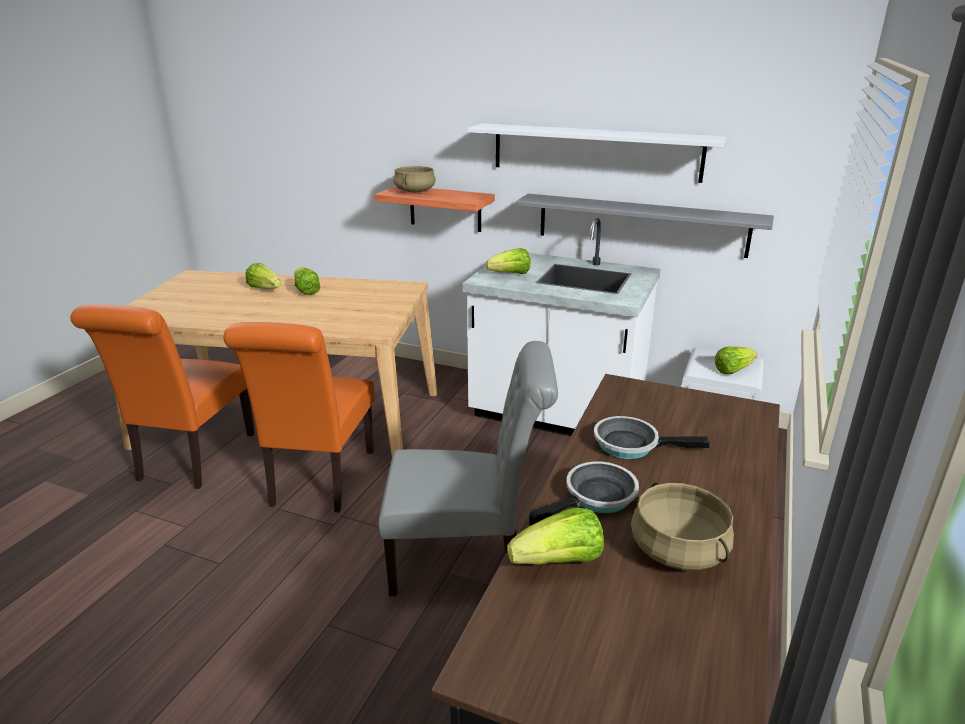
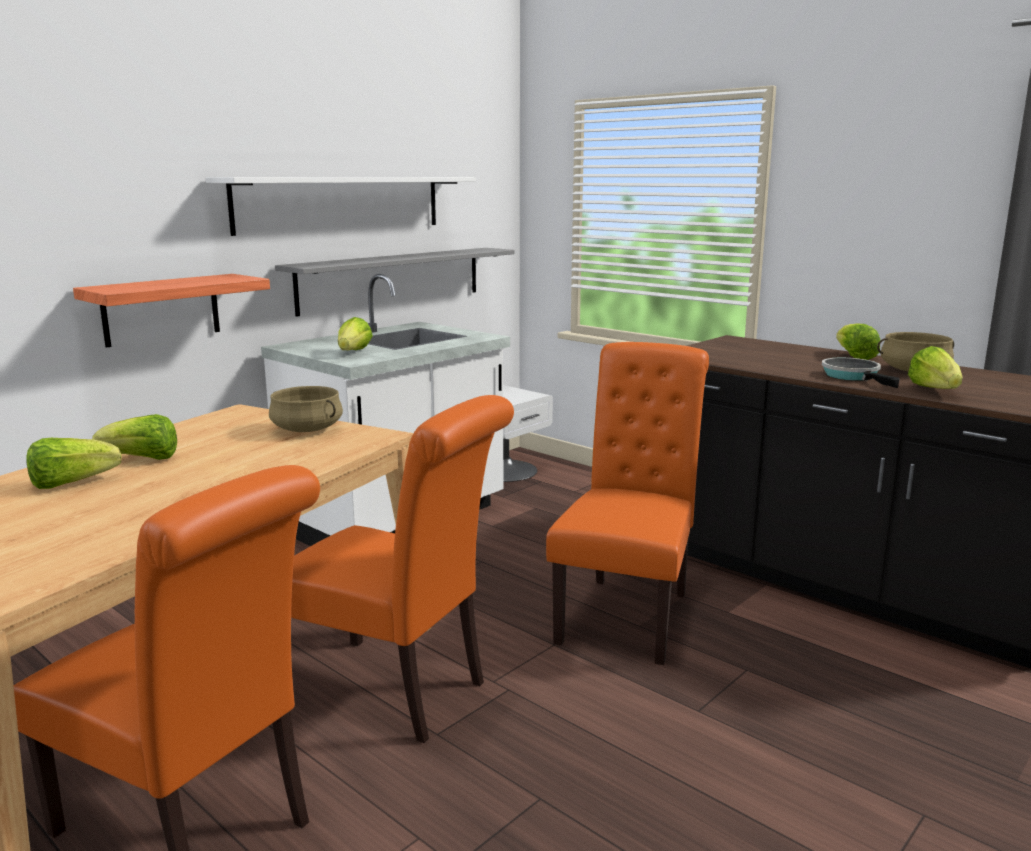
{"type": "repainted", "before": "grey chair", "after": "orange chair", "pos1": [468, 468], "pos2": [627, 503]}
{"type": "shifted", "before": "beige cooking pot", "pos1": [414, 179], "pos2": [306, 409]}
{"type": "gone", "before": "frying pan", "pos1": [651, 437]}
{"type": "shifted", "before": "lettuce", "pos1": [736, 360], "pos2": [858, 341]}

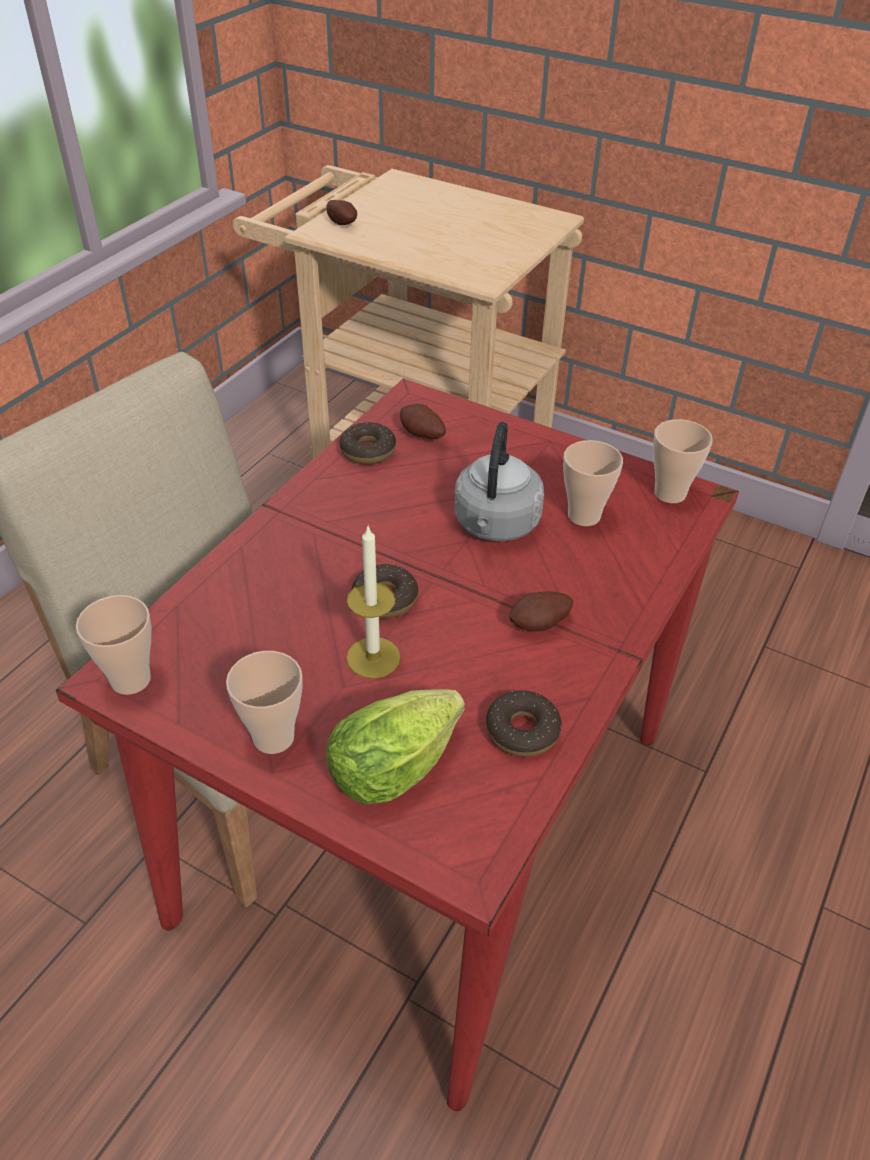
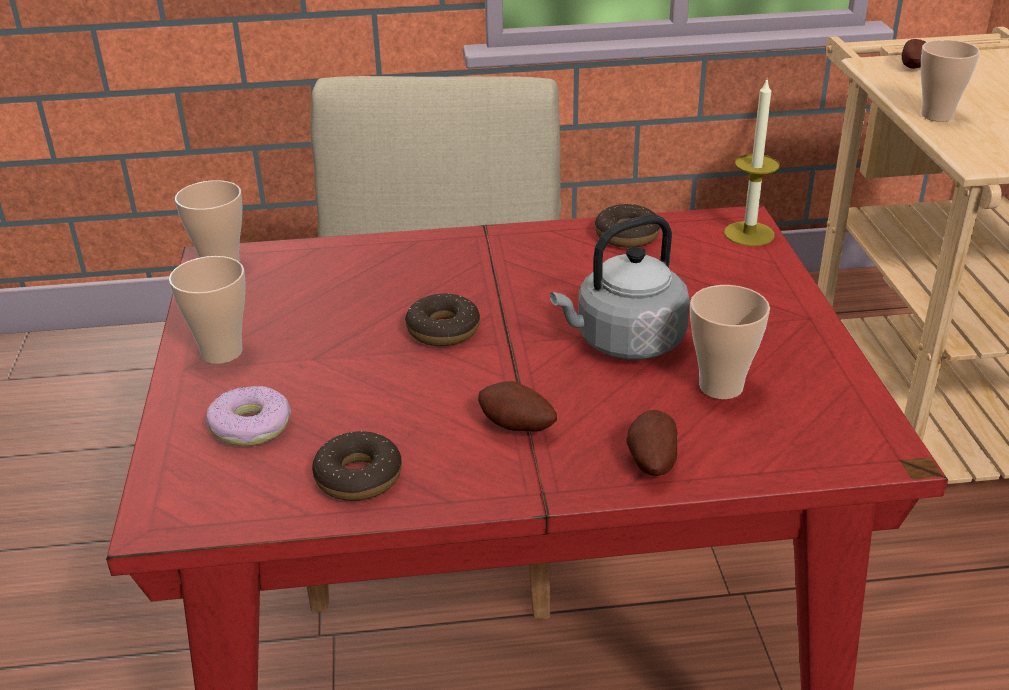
{"type": "swapped", "before": "lettuce", "after": "donut", "pos1": [395, 747], "pos2": [248, 416]}
{"type": "shifted", "before": "candle", "pos1": [373, 602], "pos2": [752, 161]}
{"type": "shifted", "before": "potato", "pos1": [423, 421], "pos2": [651, 443]}
{"type": "shifted", "before": "cup", "pos1": [683, 461], "pos2": [950, 81]}

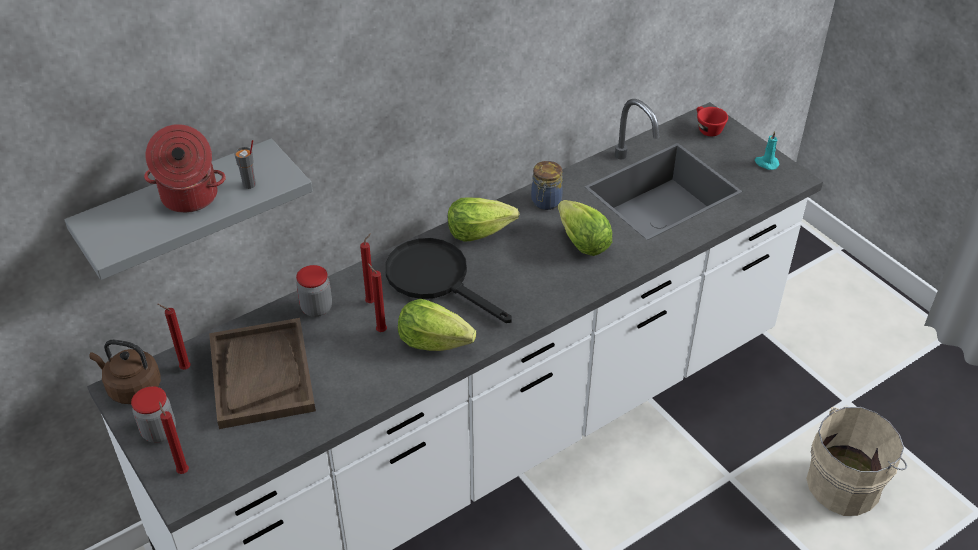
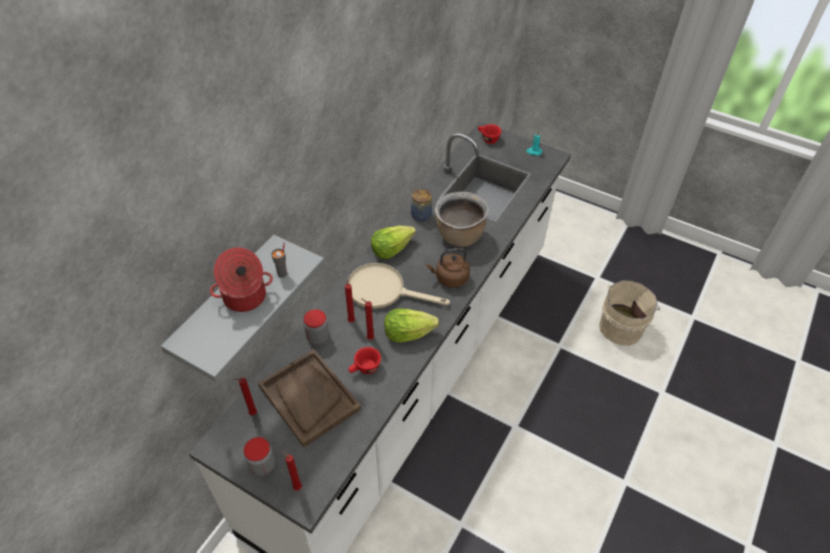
{"type": "shifted", "before": "brown kettle", "pos1": [125, 371], "pos2": [448, 268]}
{"type": "repainted", "before": "black frying pan", "after": "beige frying pan", "pos1": [448, 280], "pos2": [399, 286]}
{"type": "swapped", "before": "lettuce", "after": "brown cooking pot", "pos1": [585, 228], "pos2": [462, 219]}
{"type": "new", "after": "red cup", "pos2": [364, 360]}

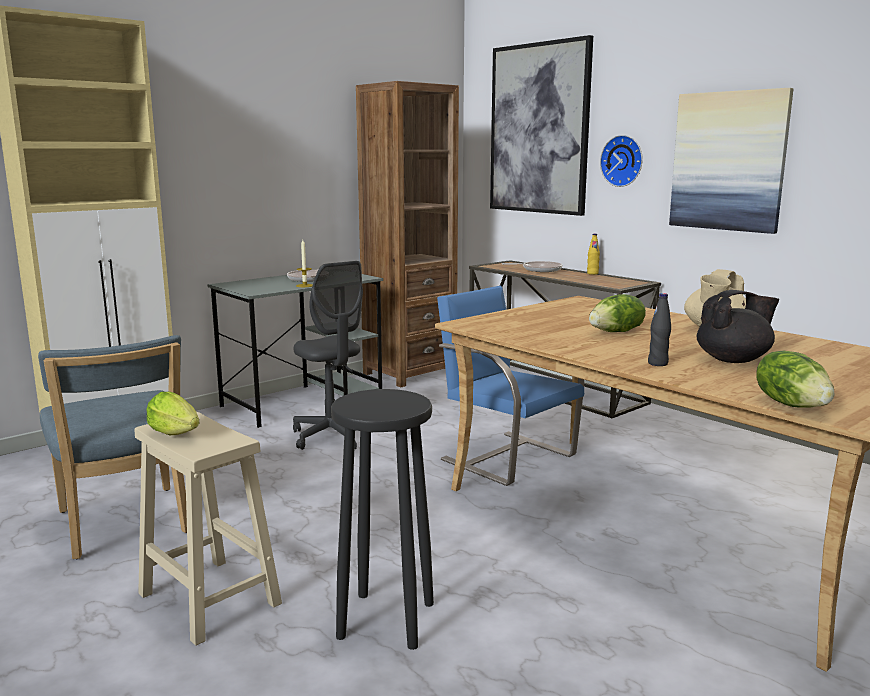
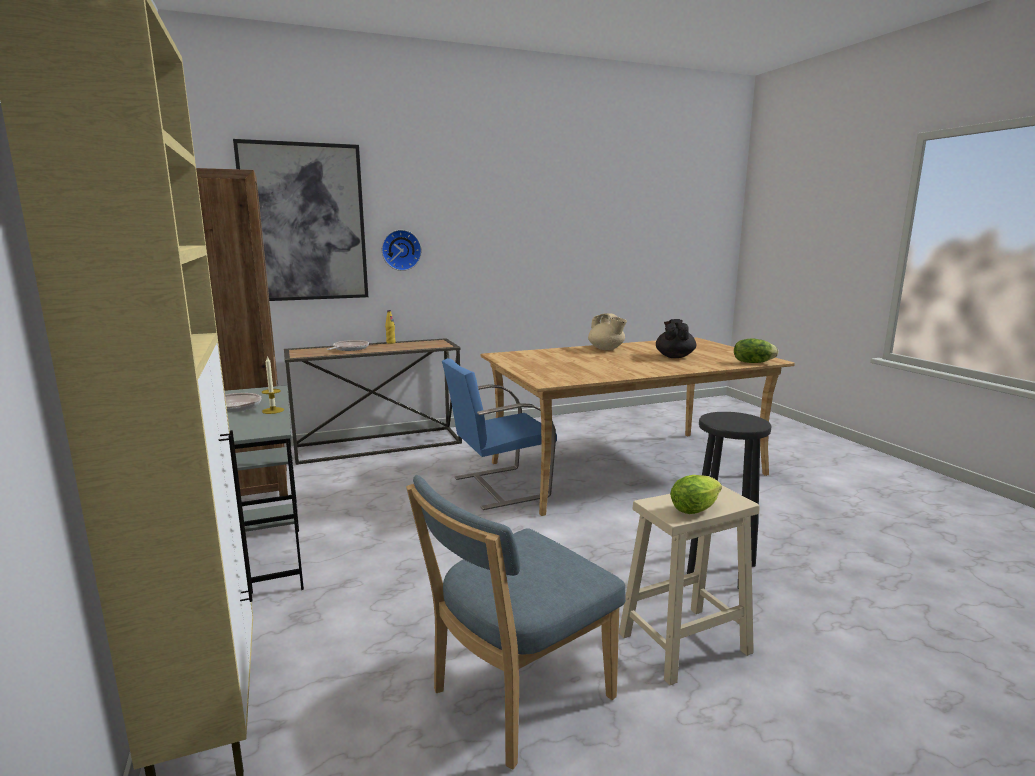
{"type": "rotated", "before": "blue chair", "pos1": [112, 447], "pos2": [516, 622], "turn": 150}
{"type": "gone", "before": "grey office chair", "pos1": [333, 355]}
{"type": "gone", "before": "lettuce", "pos1": [617, 313]}
{"type": "gone", "before": "black bottle", "pos1": [659, 329]}
{"type": "gone", "before": "picture", "pos1": [731, 161]}

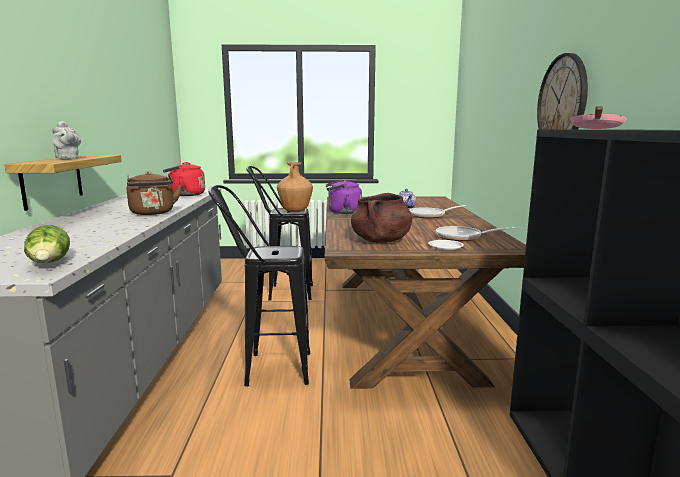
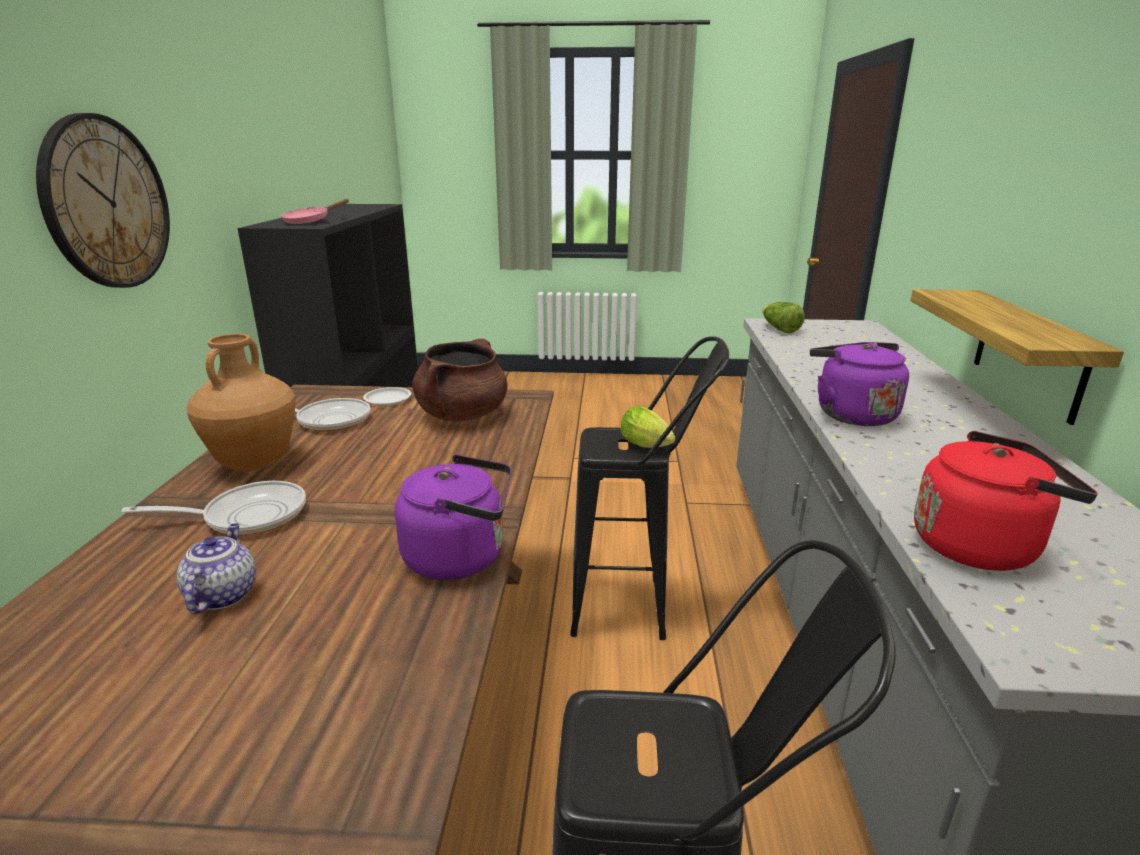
{"type": "gone", "before": "grey teapot", "pos1": [66, 140]}
{"type": "repainted", "before": "brown kettle", "after": "purple kettle", "pos1": [154, 193], "pos2": [859, 384]}
{"type": "shifted", "before": "brown vase", "pos1": [295, 187], "pos2": [241, 402]}
{"type": "new", "after": "lettuce", "pos2": [647, 427]}

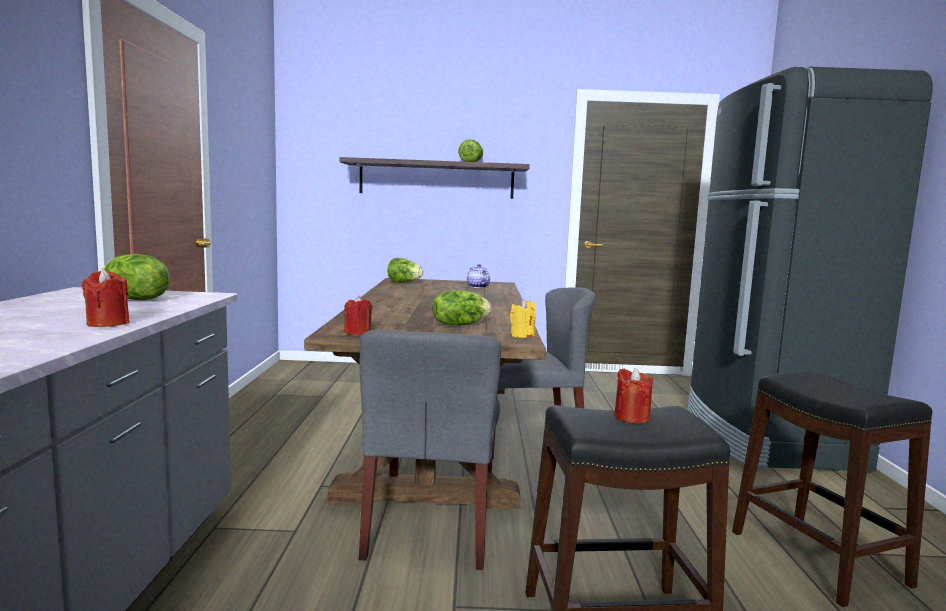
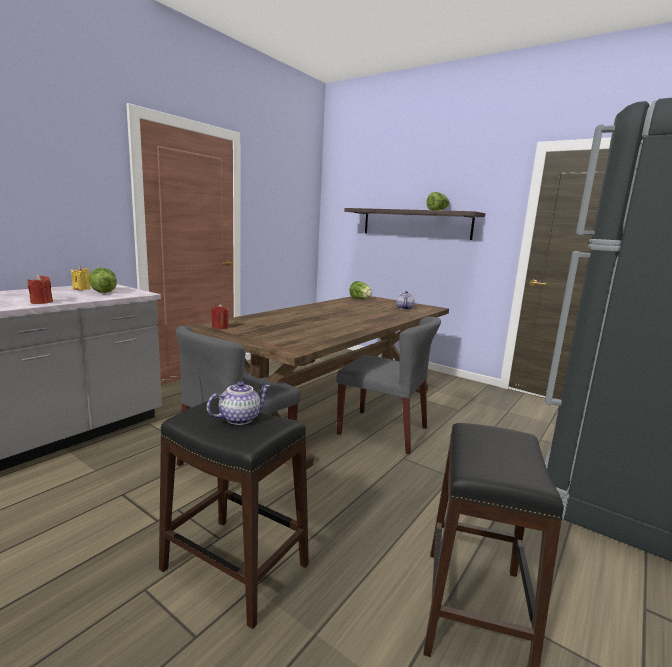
{"type": "gone", "before": "lettuce", "pos1": [462, 307]}
{"type": "shifted", "before": "yellow candle", "pos1": [523, 318], "pos2": [81, 278]}
{"type": "swapped", "before": "red candle", "after": "teapot", "pos1": [633, 396], "pos2": [238, 403]}

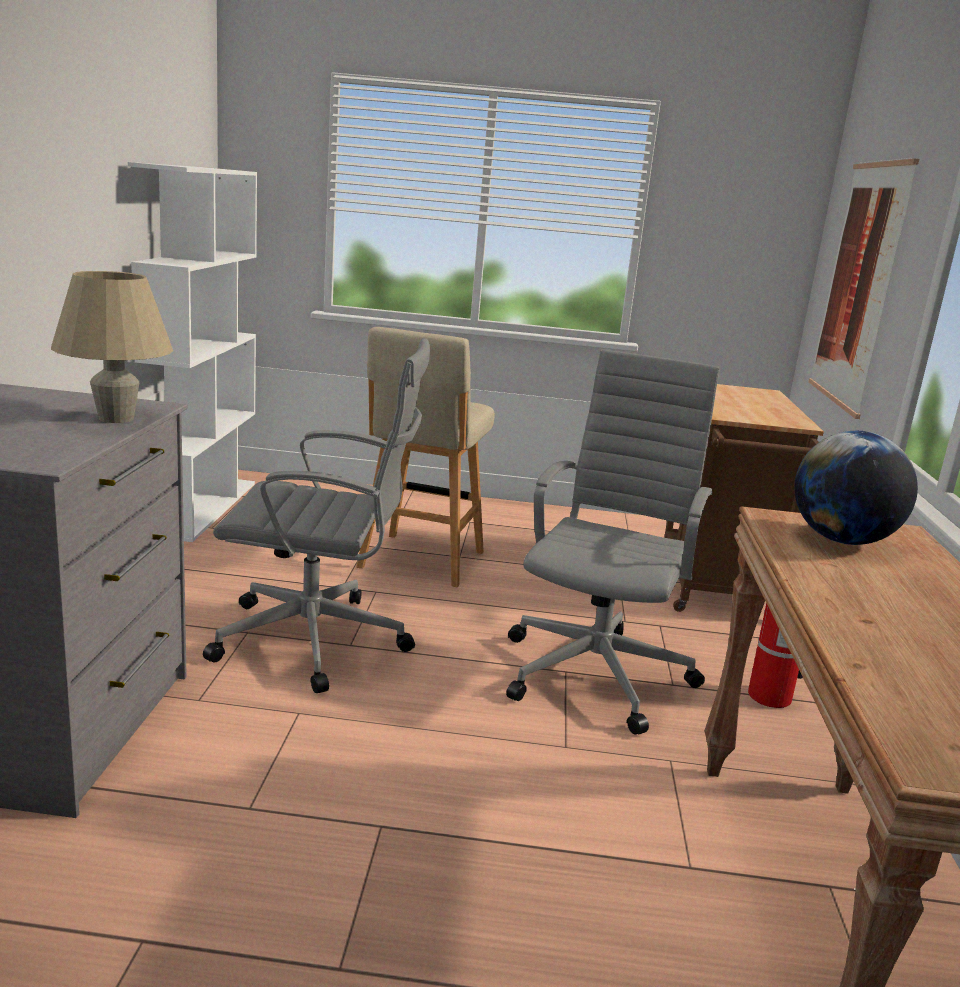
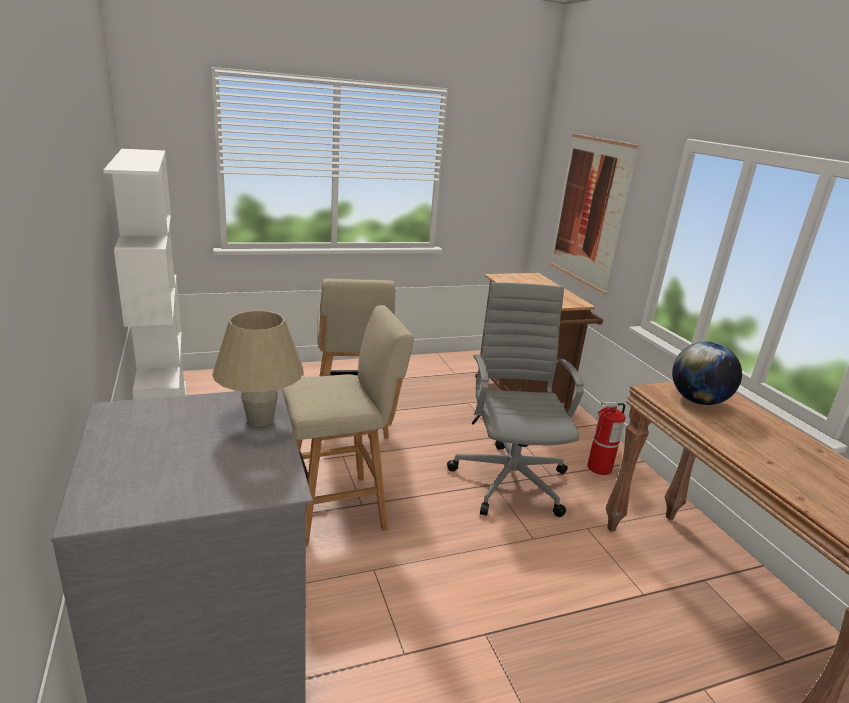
{"type": "swapped", "before": "grey office chair", "after": "beige stool", "pos1": [316, 515], "pos2": [348, 425]}

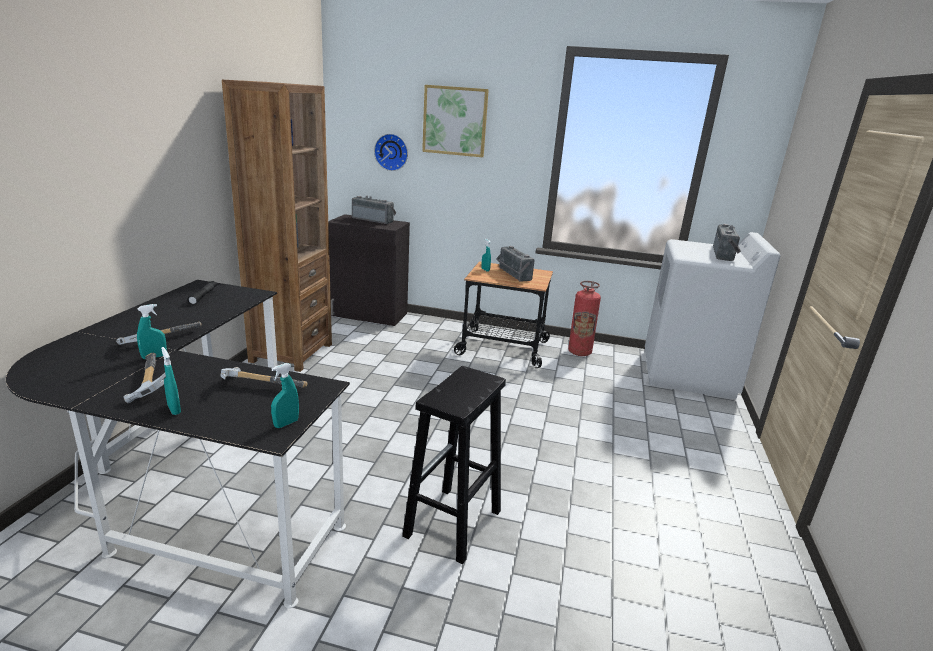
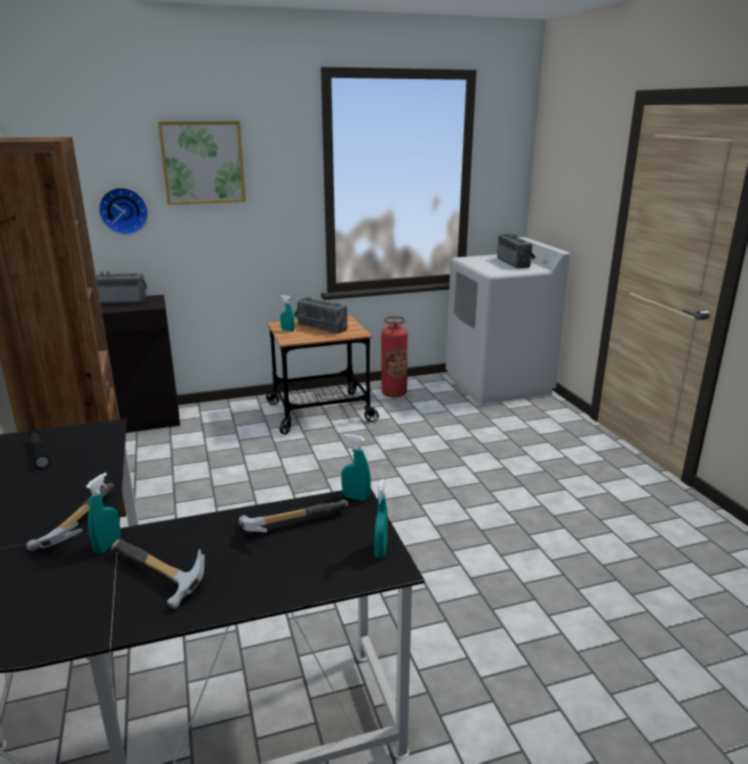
{"type": "shifted", "before": "turquoise spray bottle", "pos1": [171, 381], "pos2": [356, 467]}
{"type": "gone", "before": "black stool", "pos1": [454, 465]}

